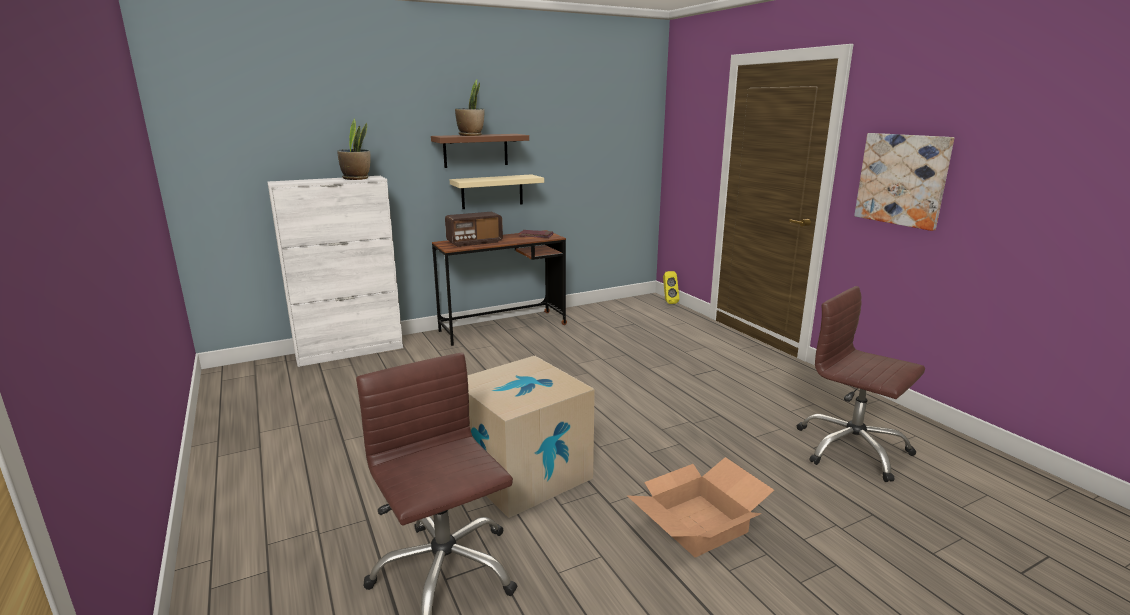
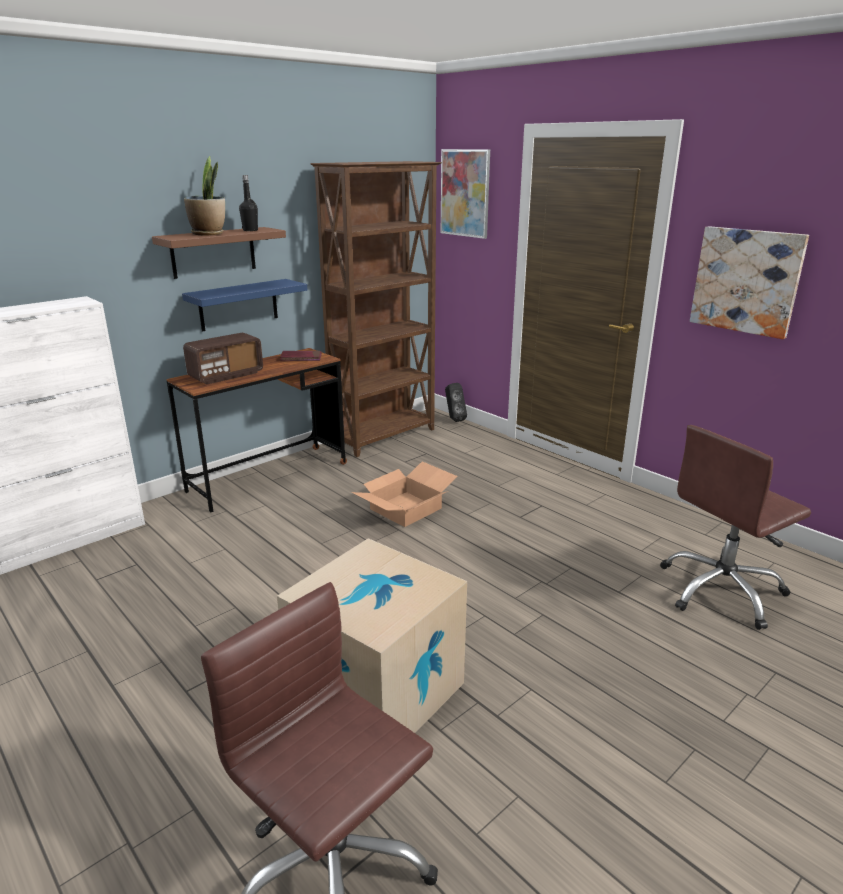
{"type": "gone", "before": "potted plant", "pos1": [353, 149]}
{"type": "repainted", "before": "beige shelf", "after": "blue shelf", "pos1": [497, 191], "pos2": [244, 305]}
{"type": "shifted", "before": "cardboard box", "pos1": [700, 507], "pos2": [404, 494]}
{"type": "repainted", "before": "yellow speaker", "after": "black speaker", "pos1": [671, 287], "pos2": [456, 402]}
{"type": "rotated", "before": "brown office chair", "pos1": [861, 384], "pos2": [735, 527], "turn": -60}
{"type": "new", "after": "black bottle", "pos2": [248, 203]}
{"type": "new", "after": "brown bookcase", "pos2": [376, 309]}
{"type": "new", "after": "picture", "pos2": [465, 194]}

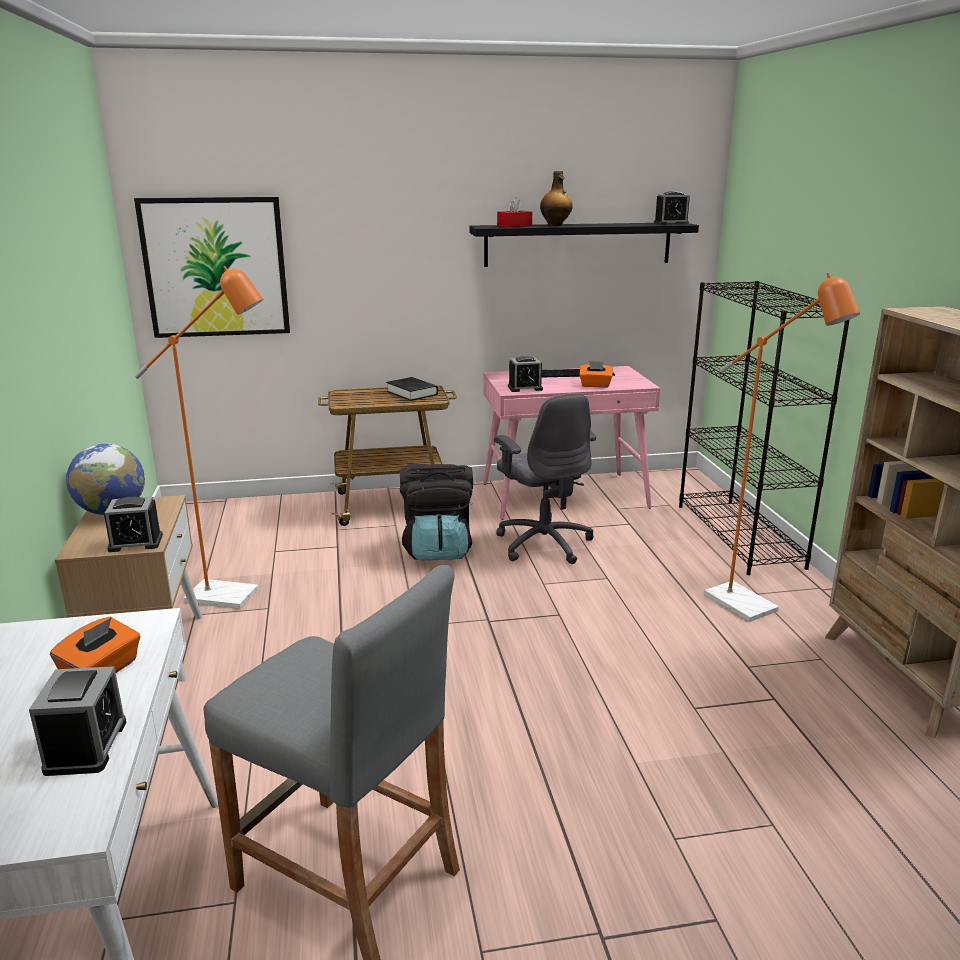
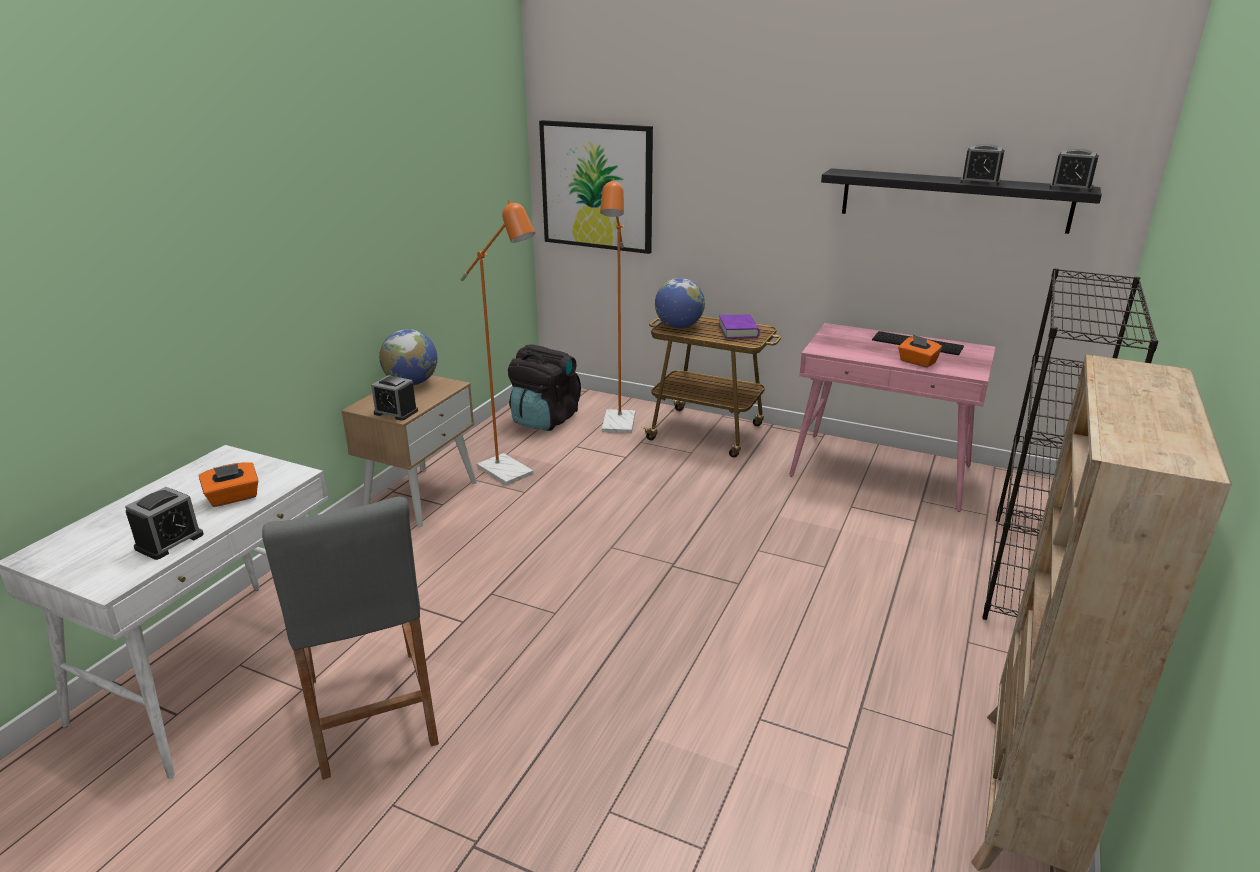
{"type": "repainted", "before": "black book", "after": "purple book", "pos1": [412, 389], "pos2": [739, 327]}
{"type": "shifted", "before": "black backpack", "pos1": [436, 512], "pos2": [544, 387]}
{"type": "gone", "before": "grey office chair", "pos1": [545, 478]}
{"type": "gone", "before": "red tissue box", "pos1": [514, 212]}
{"type": "shifted", "before": "alarm clock", "pos1": [525, 374], "pos2": [982, 165]}
{"type": "gone", "before": "bottle", "pos1": [556, 198]}
{"type": "shifted", "before": "orange floor lamp", "pos1": [782, 447], "pos2": [617, 305]}
{"type": "new", "after": "globe", "pos2": [680, 303]}

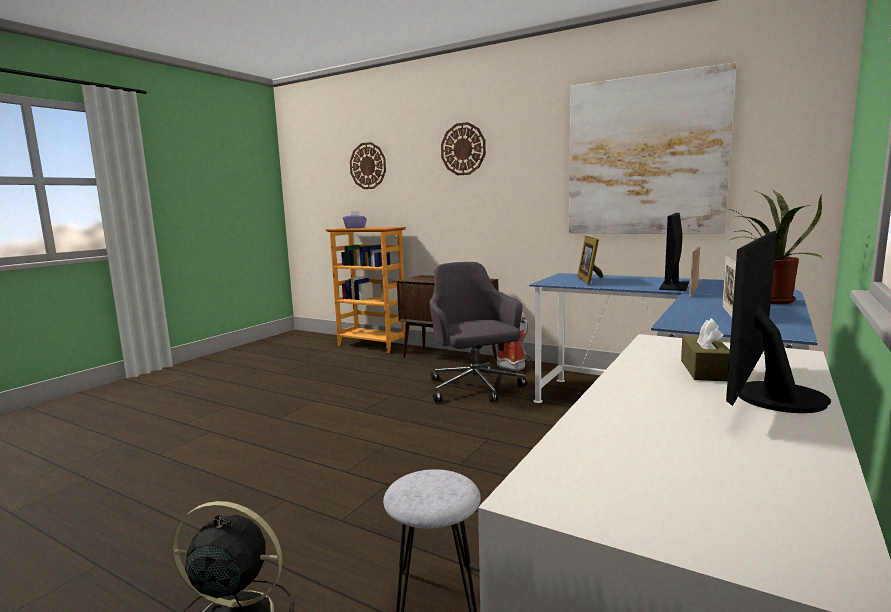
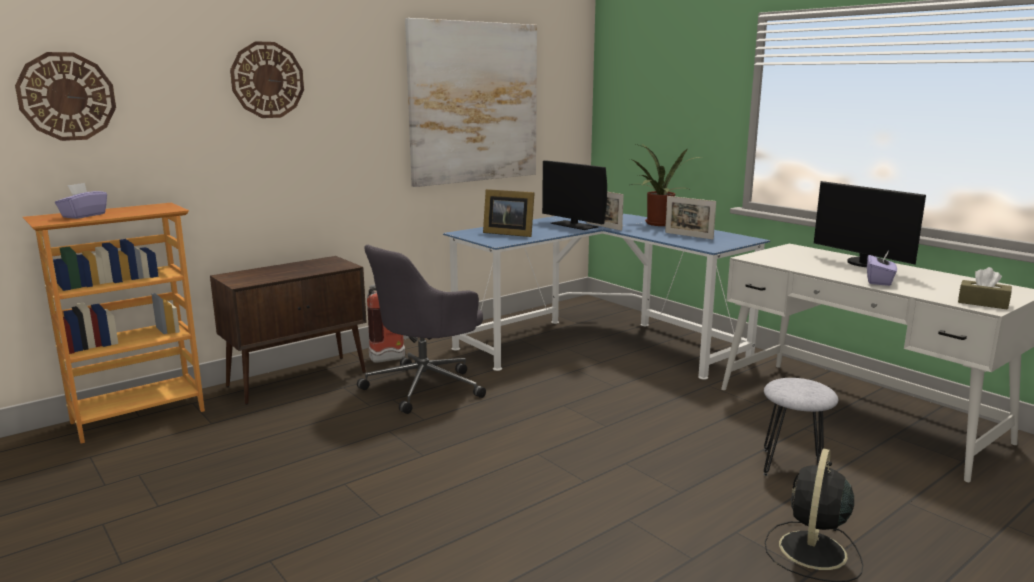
{"type": "rotated", "before": "grey office chair", "pos1": [478, 332], "pos2": [421, 329], "turn": -45}
{"type": "shifted", "before": "brown tissue box", "pos1": [705, 349], "pos2": [985, 288]}
{"type": "new", "after": "purple tissue box", "pos2": [882, 268]}

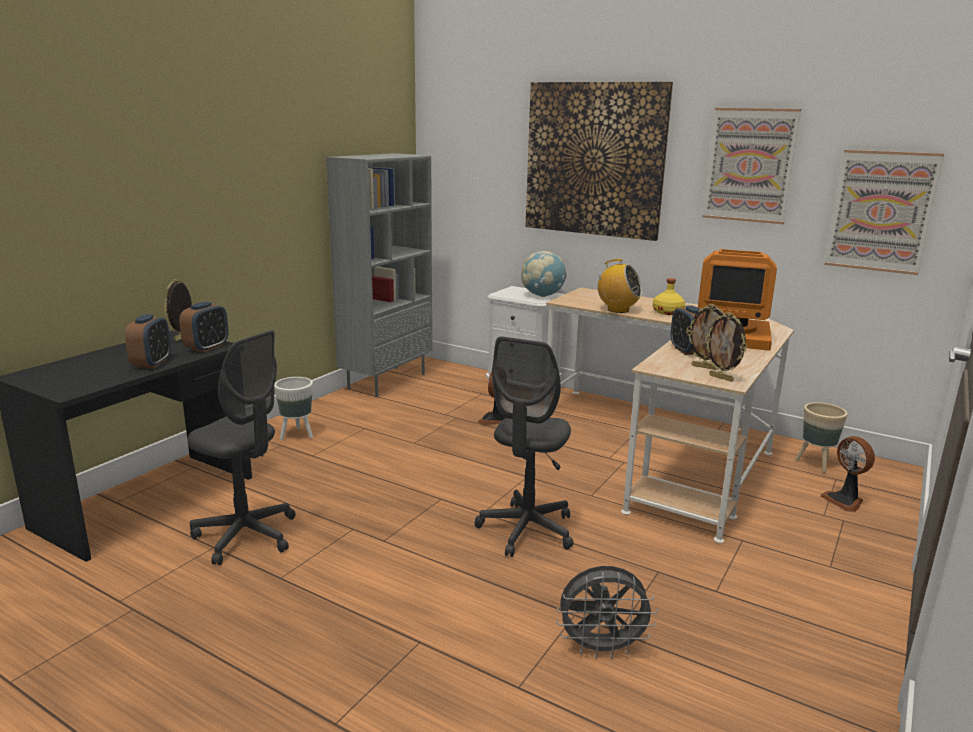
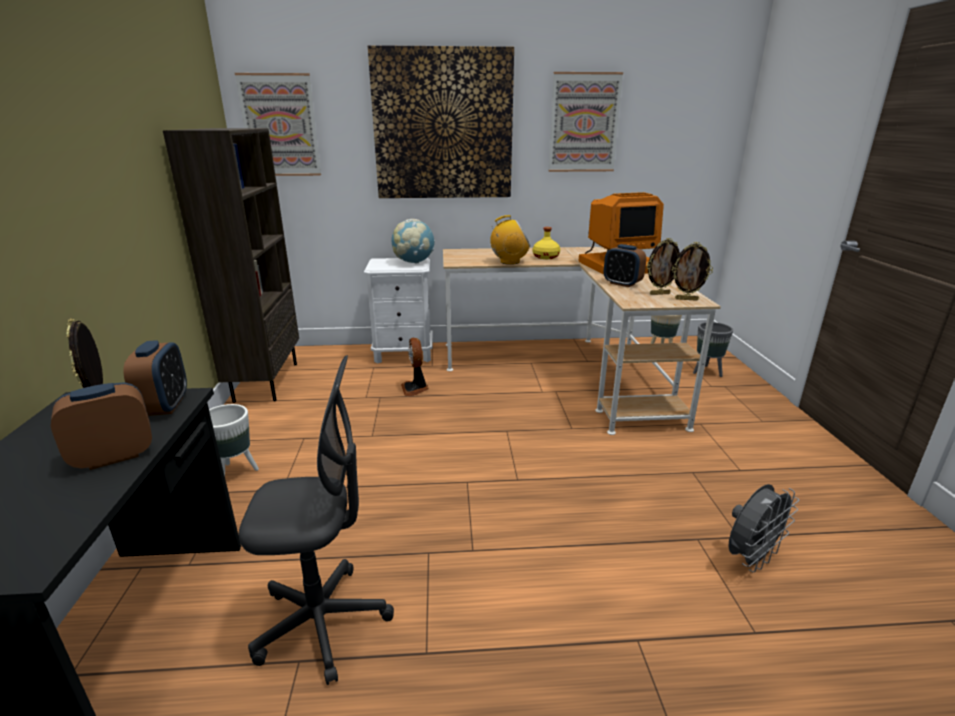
{"type": "rotated", "before": "alarm clock", "pos1": [148, 341], "pos2": [101, 426], "turn": -90}
{"type": "repainted", "before": "grey bookcase", "after": "brown bookcase", "pos1": [379, 275], "pos2": [231, 265]}
{"type": "gone", "before": "grey office chair", "pos1": [524, 447]}
{"type": "swapped", "before": "fan", "after": "grey planter", "pos1": [847, 474], "pos2": [713, 349]}
{"type": "shifted", "before": "picture", "pos1": [884, 212], "pos2": [278, 124]}

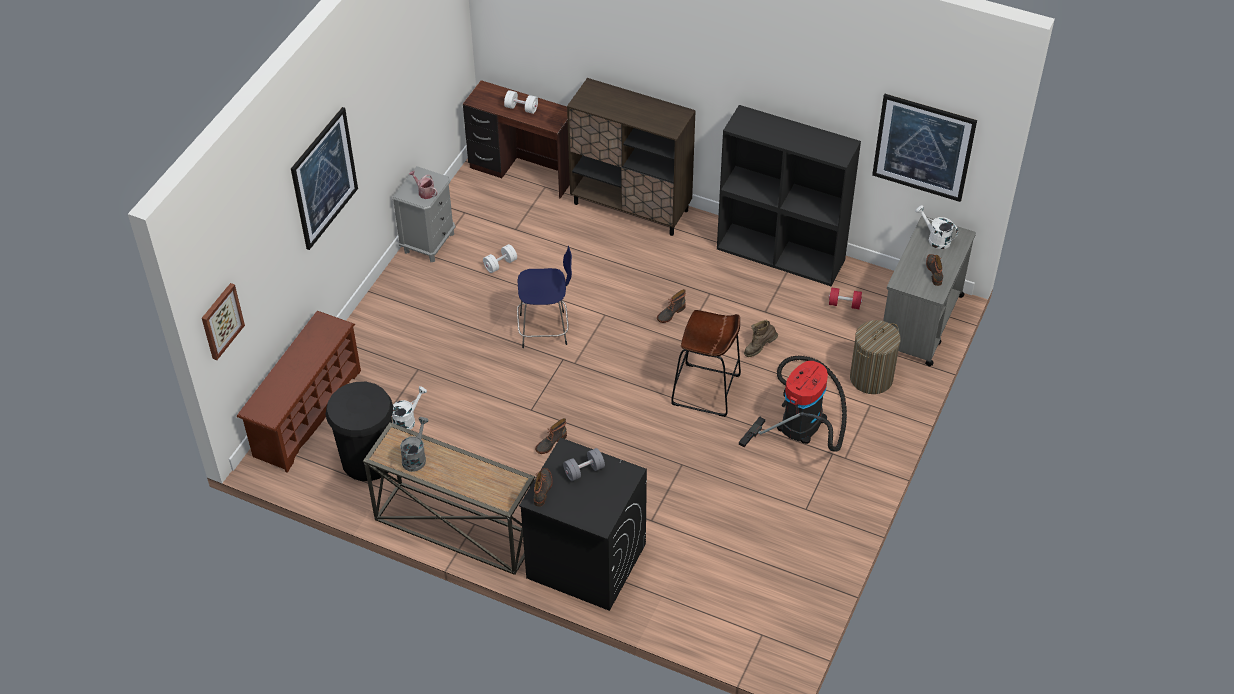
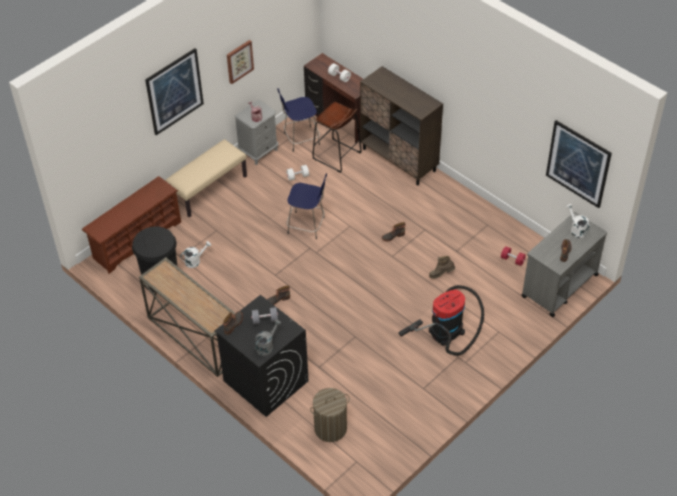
{"type": "shifted", "before": "picture", "pos1": [223, 321], "pos2": [240, 62]}
{"type": "shifted", "before": "grey watering can", "pos1": [414, 444], "pos2": [268, 337]}
{"type": "shifted", "before": "brown stool", "pos1": [706, 363], "pos2": [336, 137]}
{"type": "gone", "before": "black bookcase", "pos1": [789, 195]}
{"type": "shifted", "before": "laundry basket", "pos1": [875, 357], "pos2": [330, 415]}
{"type": "new", "after": "beige bench", "pos2": [206, 178]}
{"type": "new", "after": "blue stool", "pos2": [298, 120]}

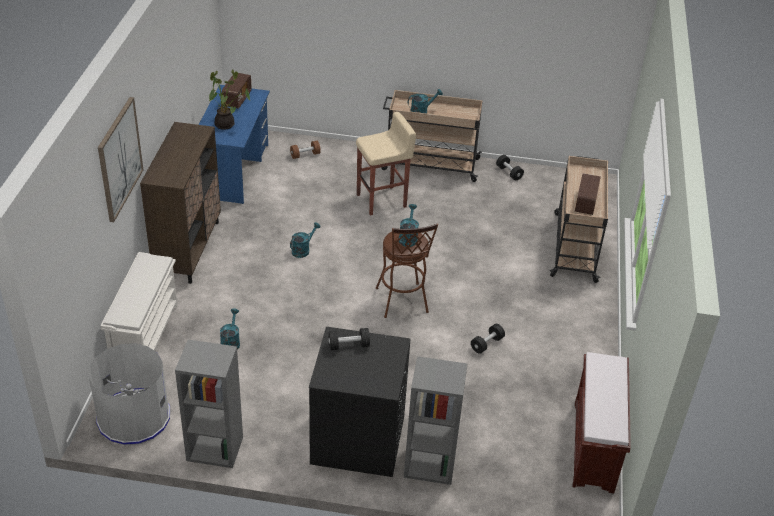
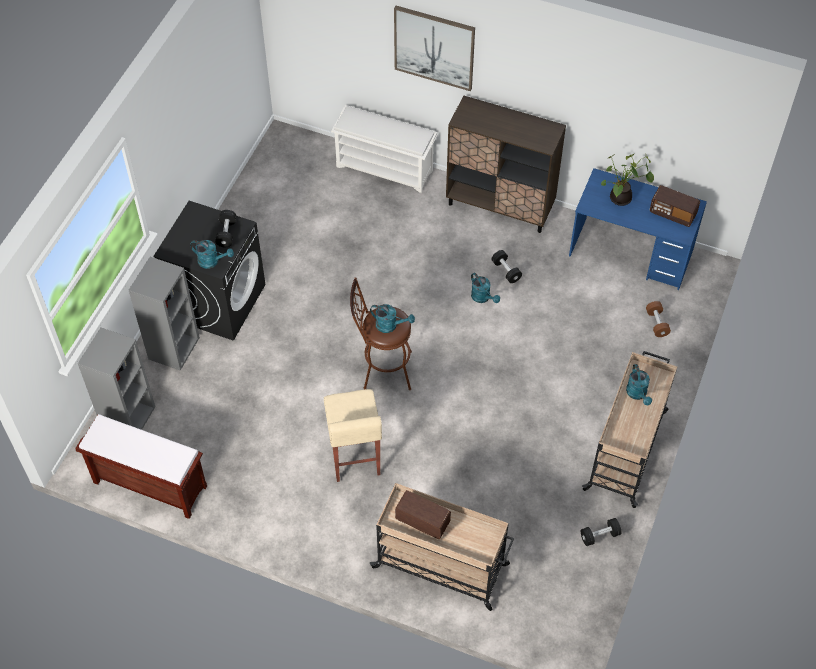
{"type": "gone", "before": "grey trash can", "pos1": [129, 394]}
{"type": "shifted", "before": "grey bookcase", "pos1": [209, 403], "pos2": [116, 379]}
{"type": "shifted", "before": "turquoise watering can", "pos1": [230, 329], "pos2": [212, 254]}
{"type": "shifted", "before": "beige stool", "pos1": [386, 164], "pos2": [353, 435]}
{"type": "shifted", "before": "black dumbbell", "pos1": [488, 339], "pos2": [506, 266]}

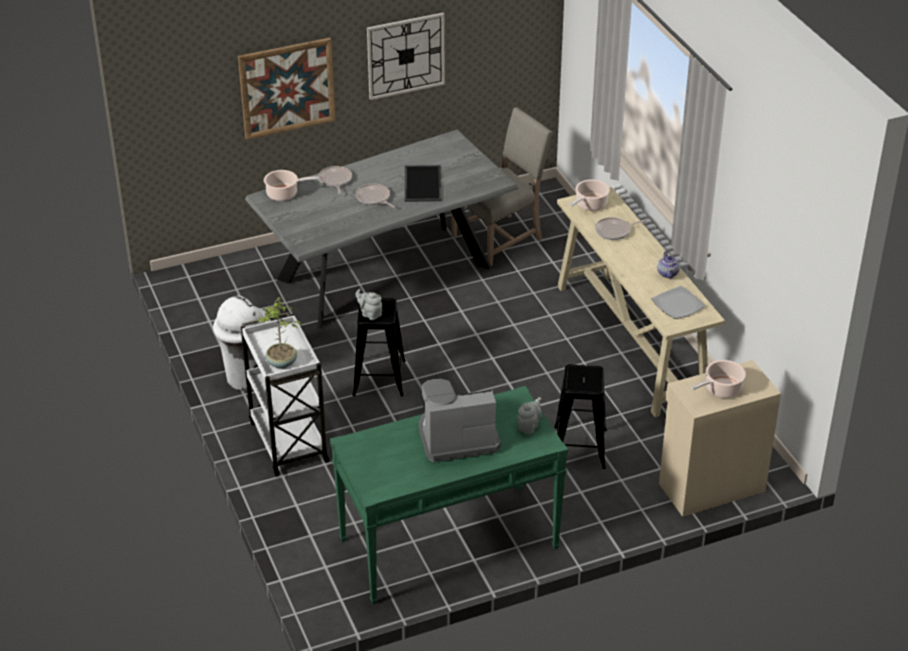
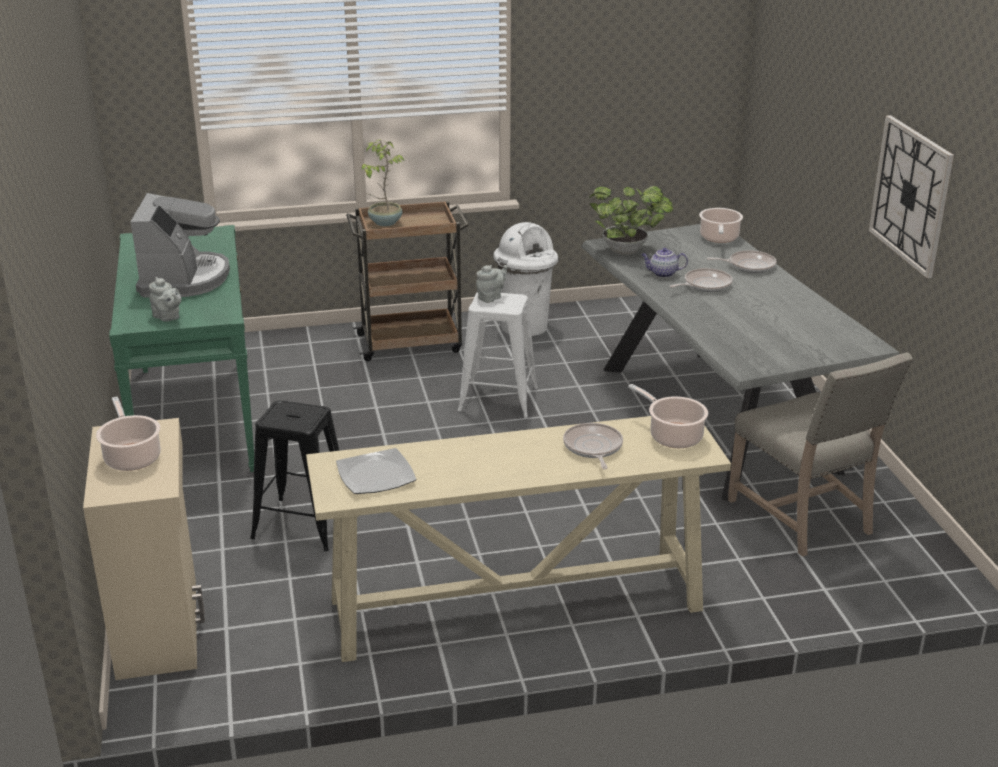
{"type": "gone", "before": "picture", "pos1": [286, 89]}
{"type": "repainted", "before": "white cart", "after": "brown cart", "pos1": [285, 394], "pos2": [407, 281]}
{"type": "repainted", "before": "black stool", "after": "white stool", "pos1": [379, 347], "pos2": [498, 355]}
{"type": "gone", "before": "tray", "pos1": [423, 183]}
{"type": "shifted", "before": "teapot", "pos1": [668, 264], "pos2": [664, 263]}
{"type": "new", "after": "potted plant", "pos2": [631, 220]}

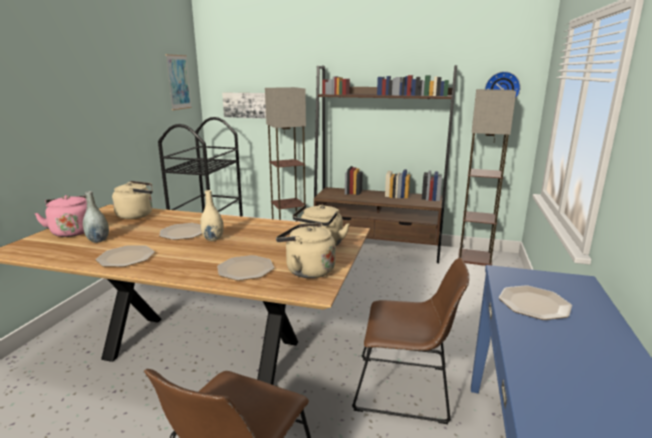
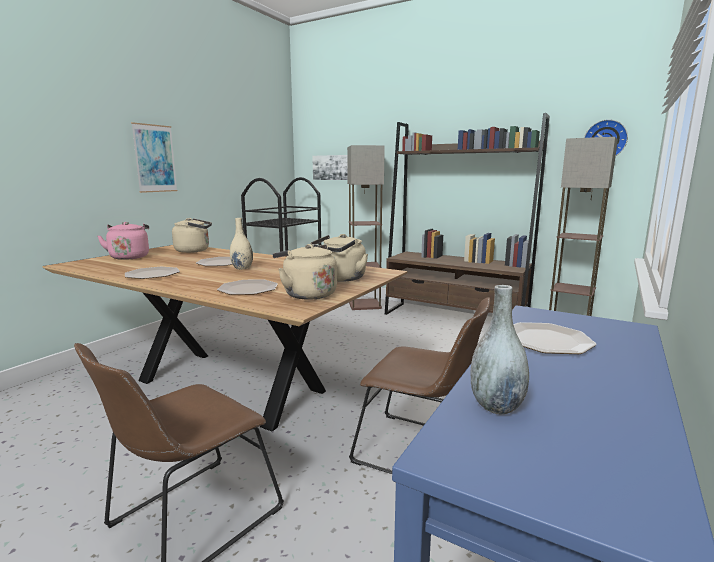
{"type": "shifted", "before": "grey vase", "pos1": [96, 217], "pos2": [500, 349]}
{"type": "shifted", "before": "picture", "pos1": [179, 82], "pos2": [154, 157]}

